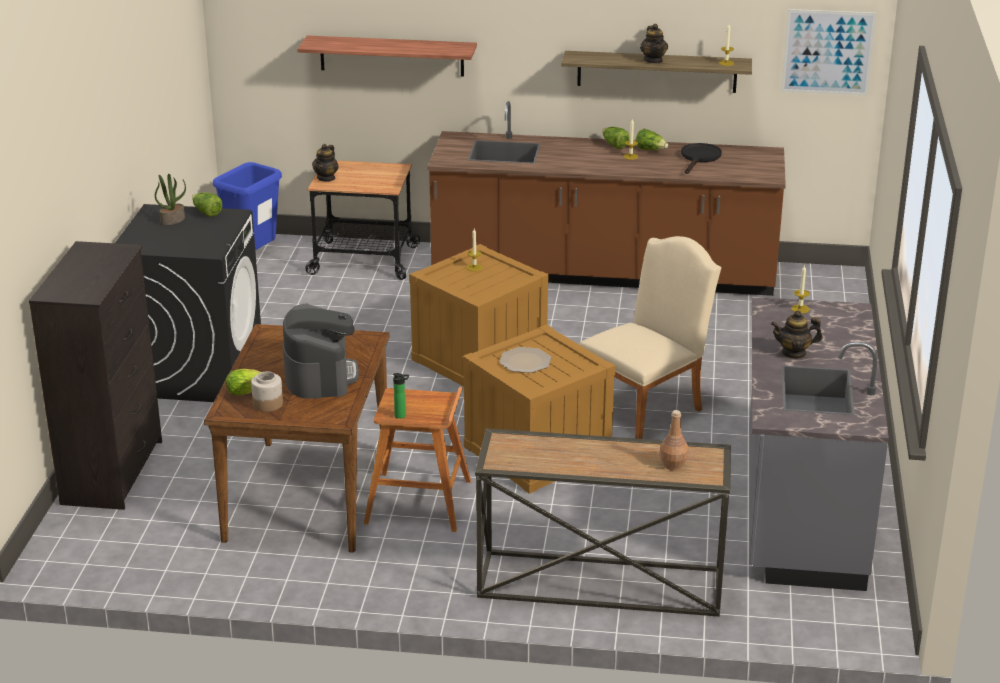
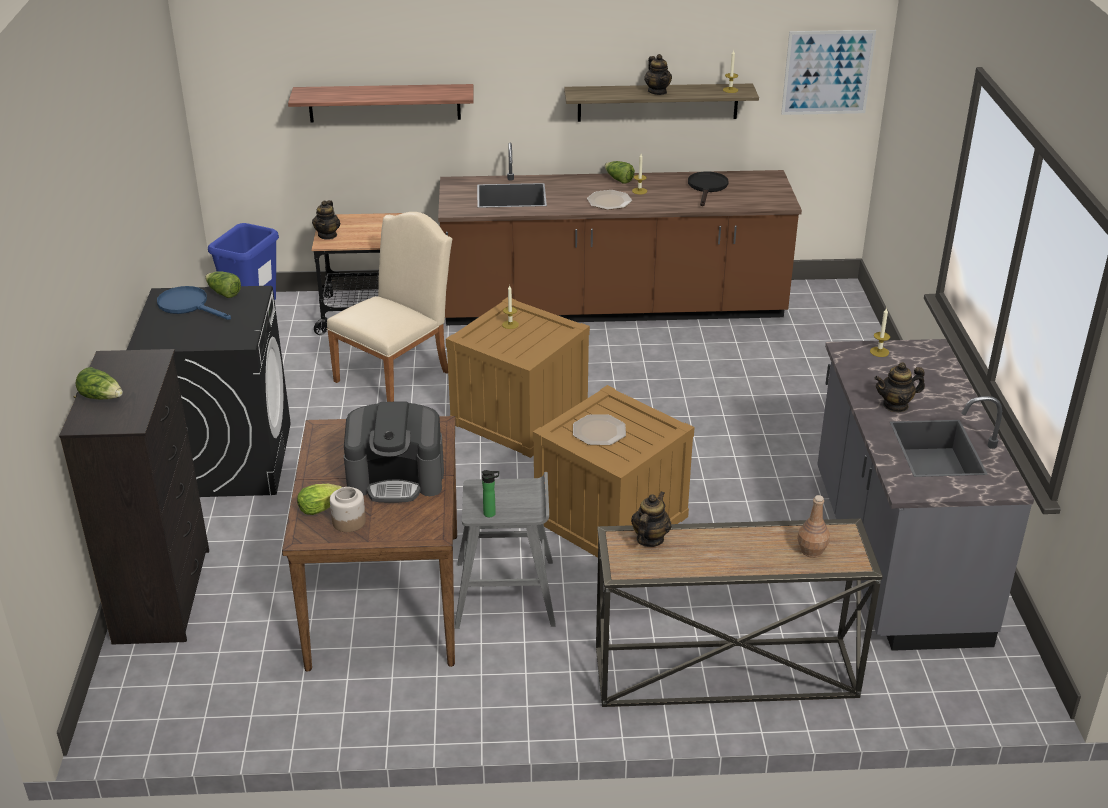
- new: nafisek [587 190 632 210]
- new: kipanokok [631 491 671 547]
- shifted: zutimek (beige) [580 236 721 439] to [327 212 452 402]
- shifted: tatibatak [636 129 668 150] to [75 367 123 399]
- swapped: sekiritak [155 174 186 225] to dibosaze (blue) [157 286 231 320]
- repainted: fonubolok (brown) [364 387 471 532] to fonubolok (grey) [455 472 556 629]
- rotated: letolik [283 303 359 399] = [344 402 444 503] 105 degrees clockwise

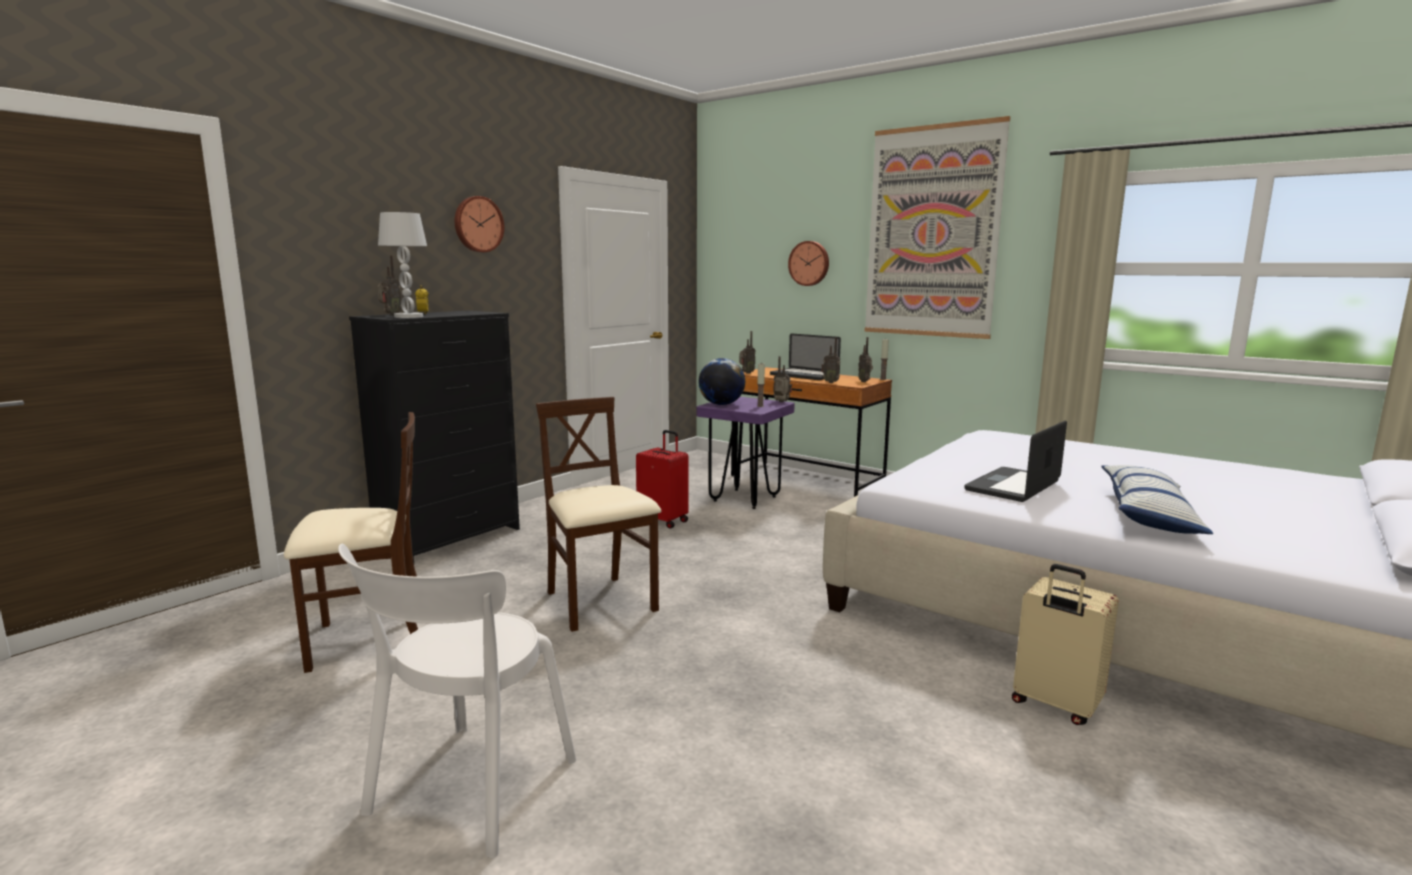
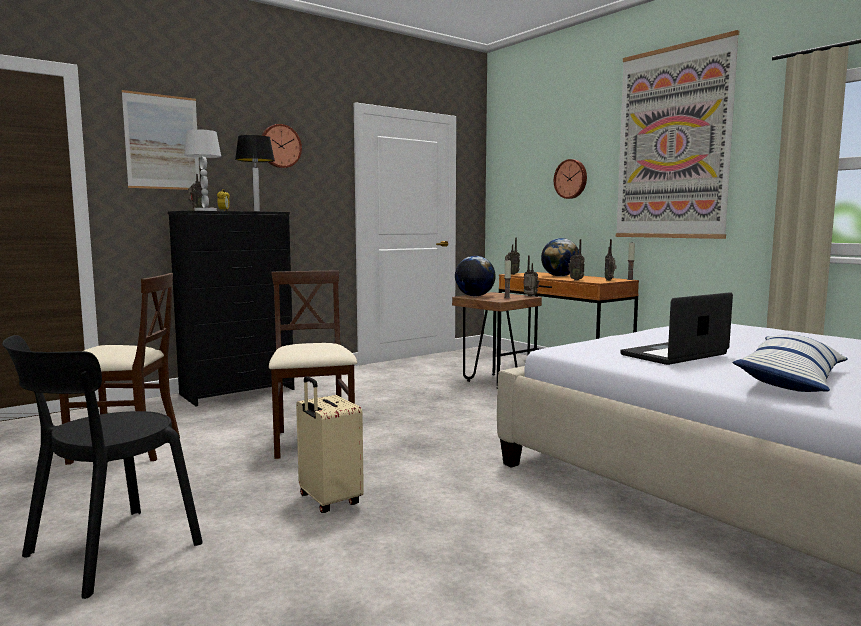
- gone: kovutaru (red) [636 430 689 529]
- new: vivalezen [122 90 200 190]
- new: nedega [235 135 275 212]
- shifted: kovutaru (beige) [1012 564 1119 725] to [296 376 364 513]
- swapped: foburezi [770 333 841 380] to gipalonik [541 238 579 277]
- repainted: zutimek (white) [338 544 576 858] to zutimek (black) [2 335 203 599]
- repainted: fonubolok (purple) [697 397 795 509] to fonubolok (brown) [452 292 542 386]

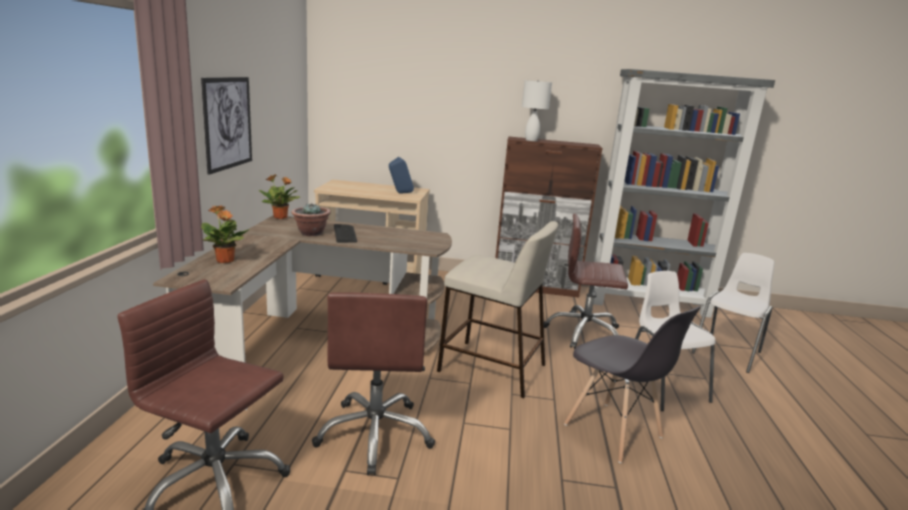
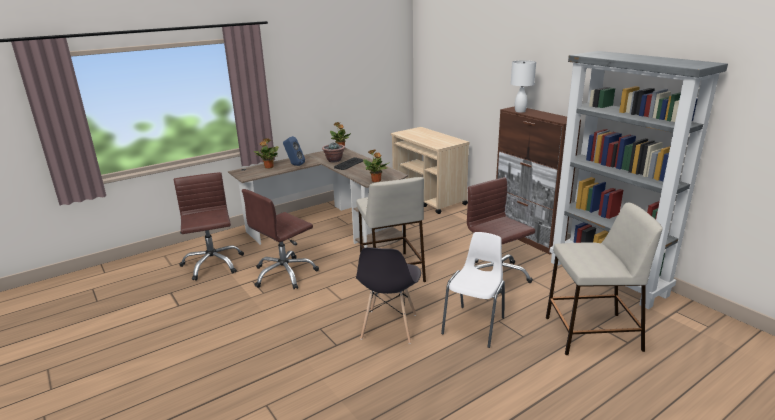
- gone: vivalezen [201 77 252 175]
- new: sekiritak [363 150 390 182]
- shifted: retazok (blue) [389 157 414 194] to [283 136 305 166]
- swapped: zutimek (white) [692 253 775 373] to fonubolok (beige) [546 203 662 355]

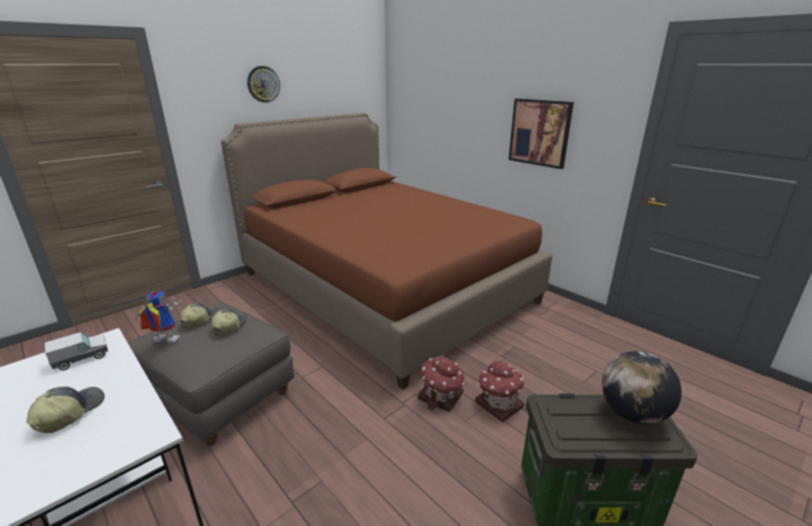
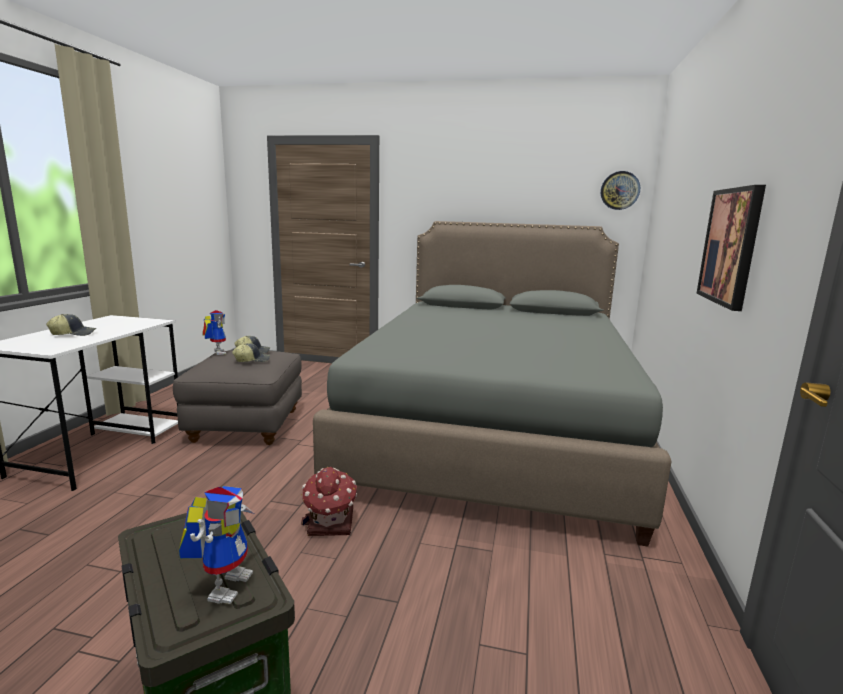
- gone: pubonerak [45 332 108 370]
- gone: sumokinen [475 361 524 422]
- shifted: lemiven [247 66 280 103] to [601 171 640 210]
- swapped: gipalonik [602 351 682 424] to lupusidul [179 486 255 604]
- repainted: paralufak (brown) [221 113 552 389] to paralufak (grey) [313 221 672 547]

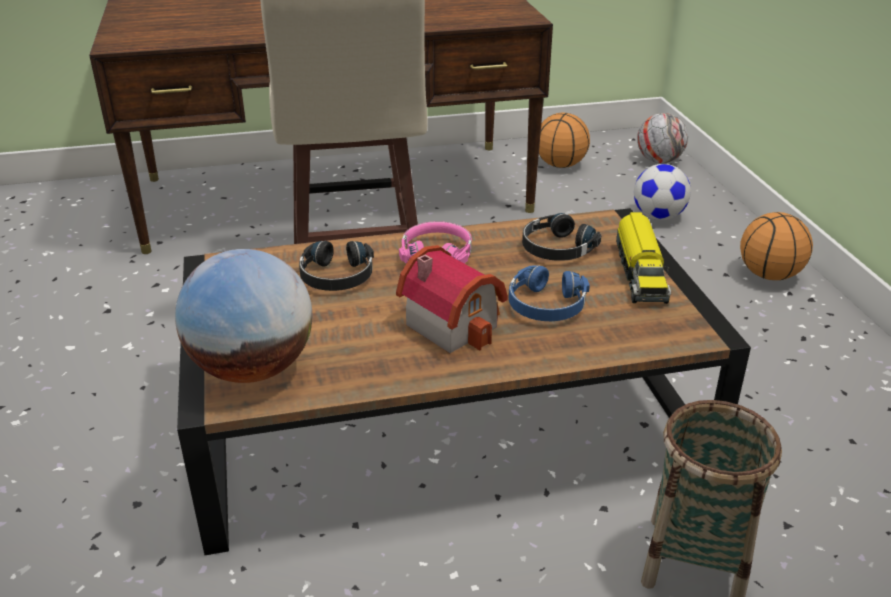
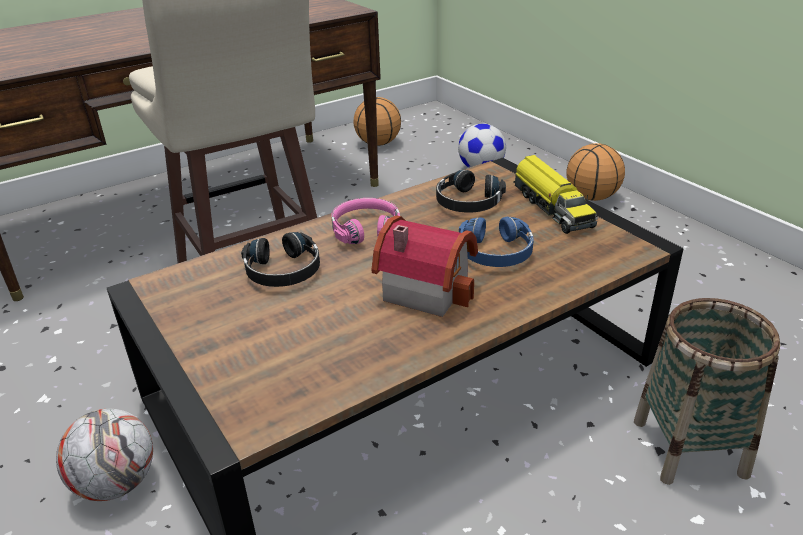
- gone: gipalonik [175 249 312 383]
- shifted: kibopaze [637 113 688 163] to [56 409 153 501]

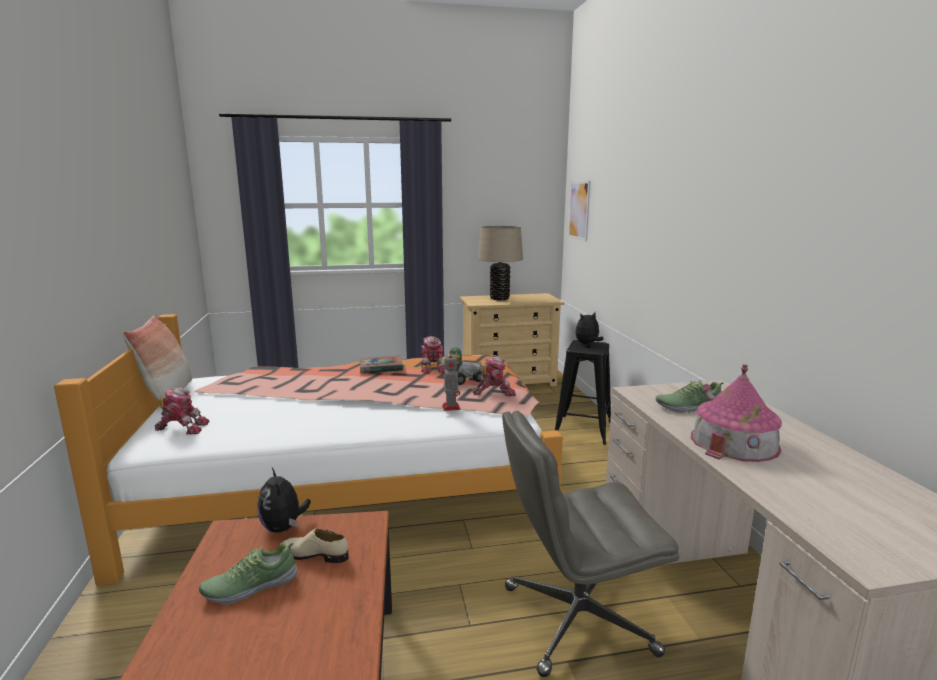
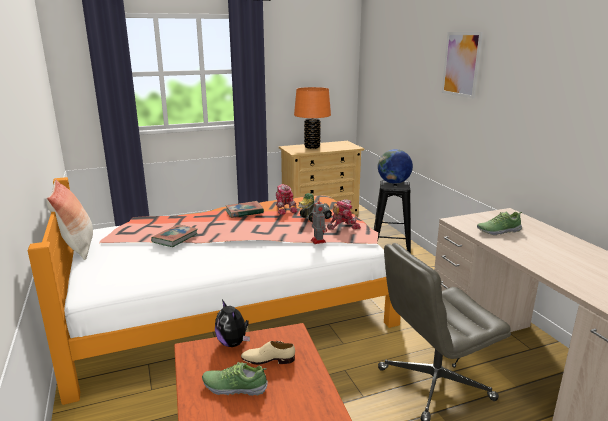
- gone: lupusidul [155 387 209 434]
- gone: sumokinen [691 364 782 462]
- new: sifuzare [151 224 198 247]
- shifted: vivalezen [568 181 591 241] to [442 32 483 99]
- swapped: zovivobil [575 312 603 344] to gipalonik [378 149 413 184]
- repainted: nedega (beige) [478 226 523 300] to nedega (orange) [294 87 331 149]
- rotated: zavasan [199 543 297 605] = [202 362 268 396] 45 degrees clockwise

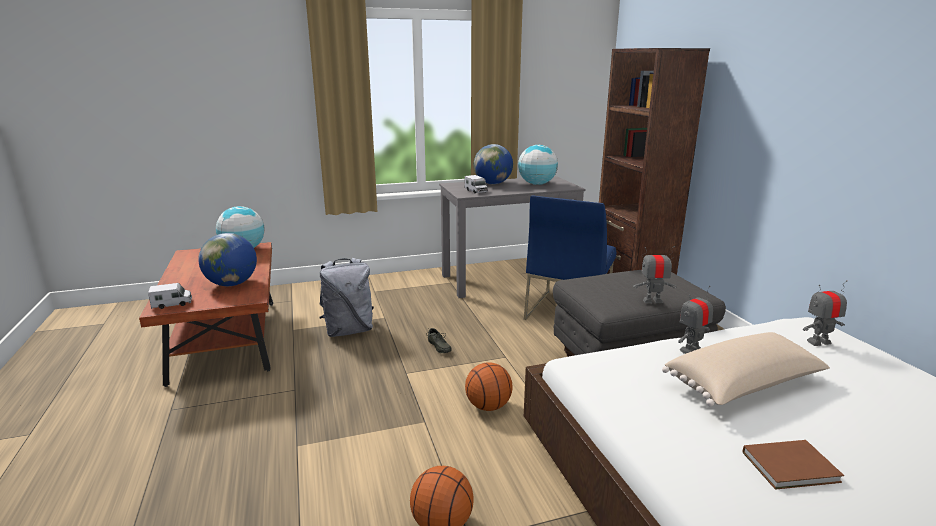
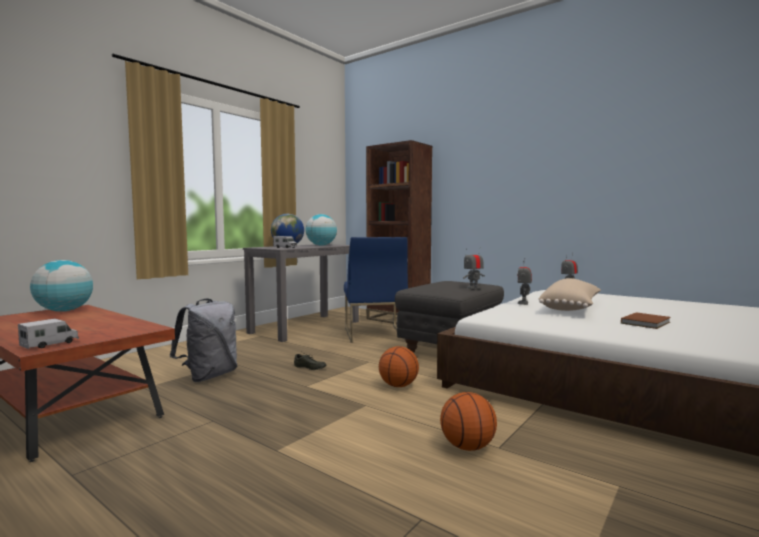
- gone: gipalonik [198 233 257 286]

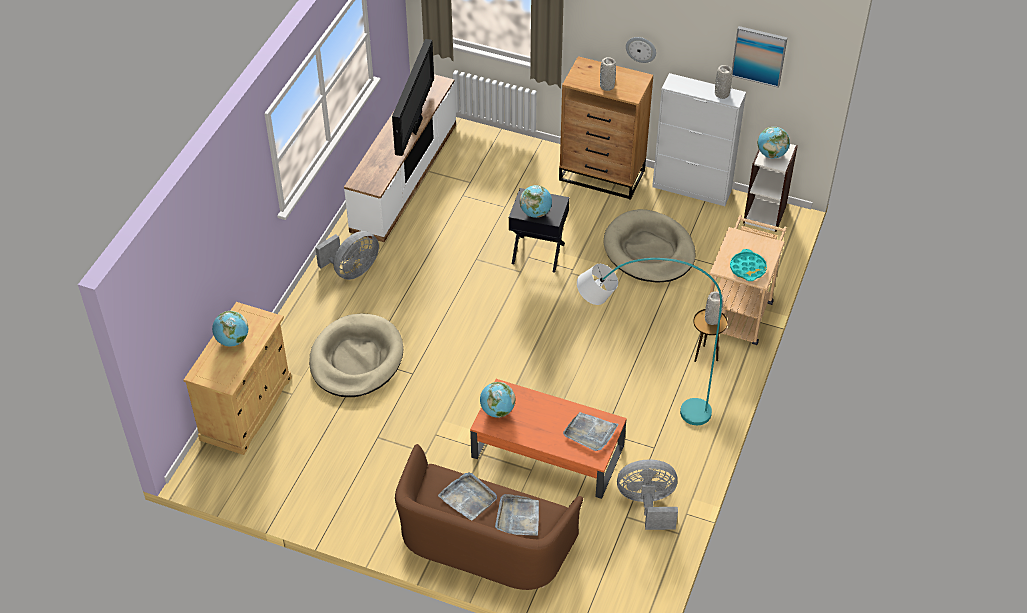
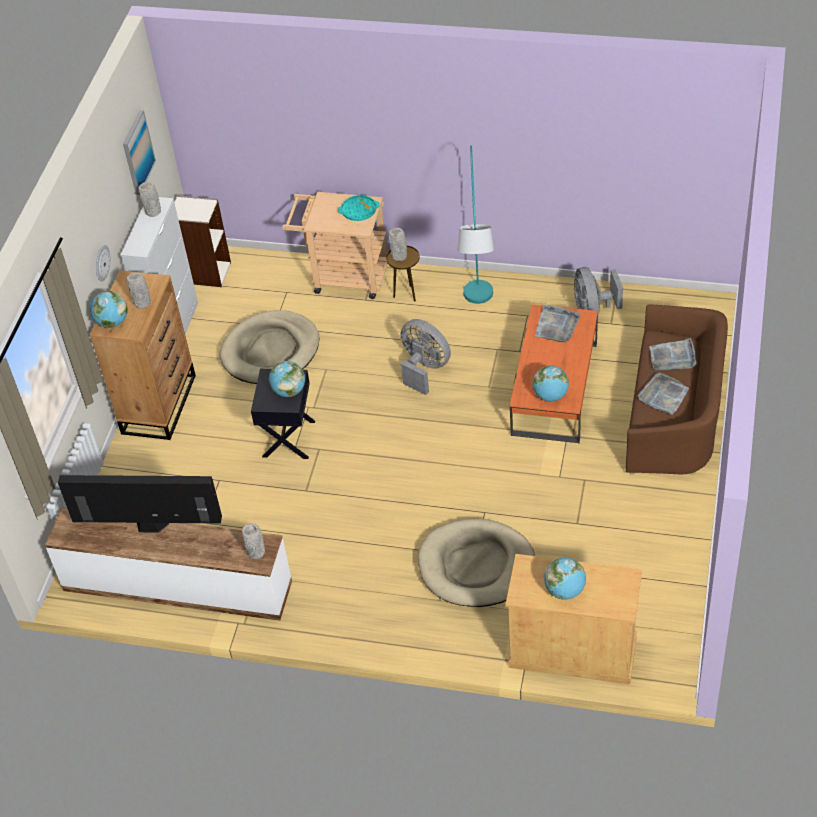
- new: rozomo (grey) [242 523 265 559]
- shifted: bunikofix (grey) [315 231 379 280] to [401 319 451 395]
- shifted: gipalonik [758 127 790 158] to [90 291 128 328]

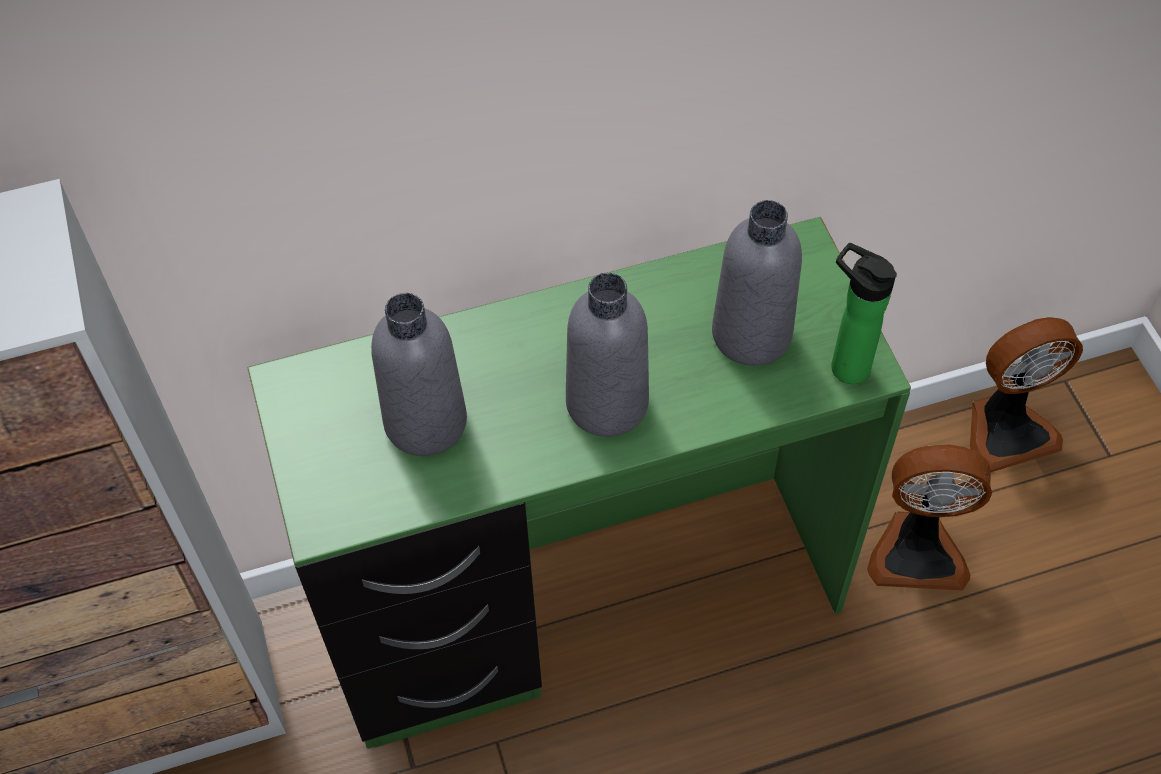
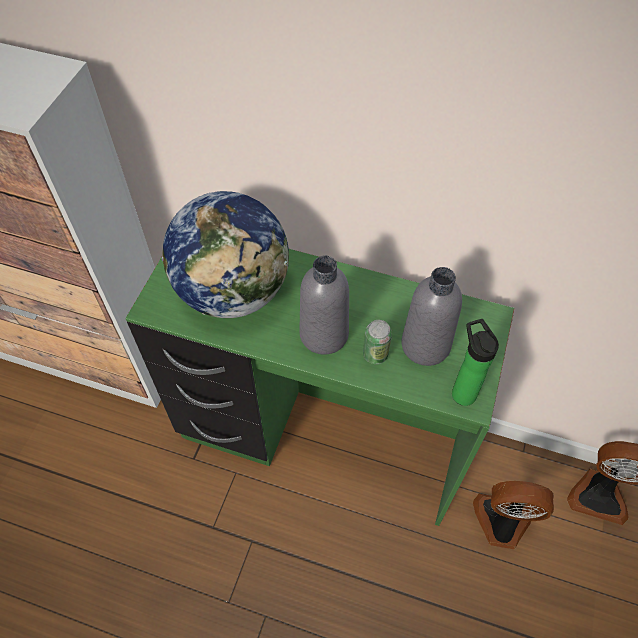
- new: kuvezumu [363 320 392 364]
- swapped: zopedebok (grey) [371 293 467 456] to gipalonik [161 191 289 318]
- rotated: bunikofix [867 445 992 591] = [473 481 554 549] 150 degrees clockwise

